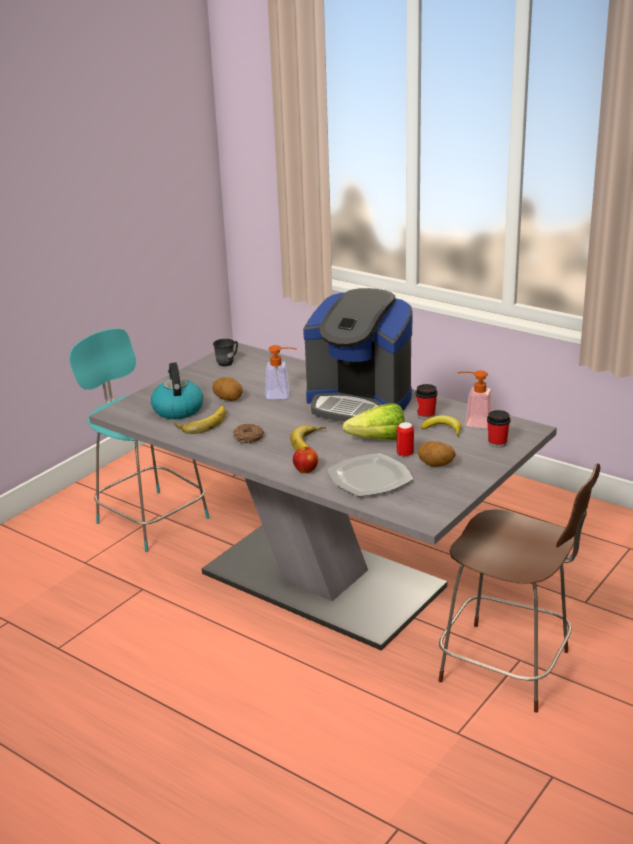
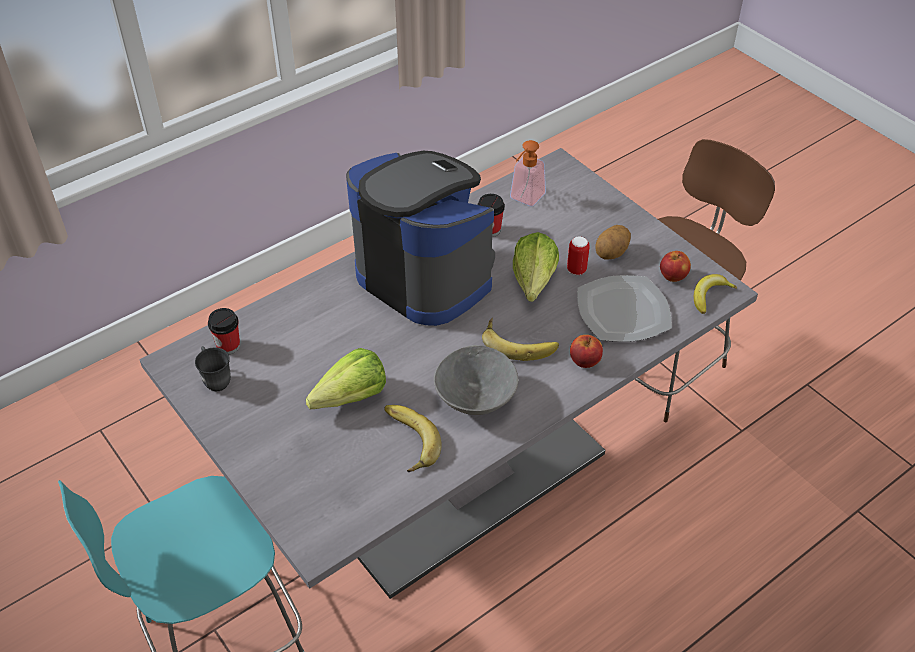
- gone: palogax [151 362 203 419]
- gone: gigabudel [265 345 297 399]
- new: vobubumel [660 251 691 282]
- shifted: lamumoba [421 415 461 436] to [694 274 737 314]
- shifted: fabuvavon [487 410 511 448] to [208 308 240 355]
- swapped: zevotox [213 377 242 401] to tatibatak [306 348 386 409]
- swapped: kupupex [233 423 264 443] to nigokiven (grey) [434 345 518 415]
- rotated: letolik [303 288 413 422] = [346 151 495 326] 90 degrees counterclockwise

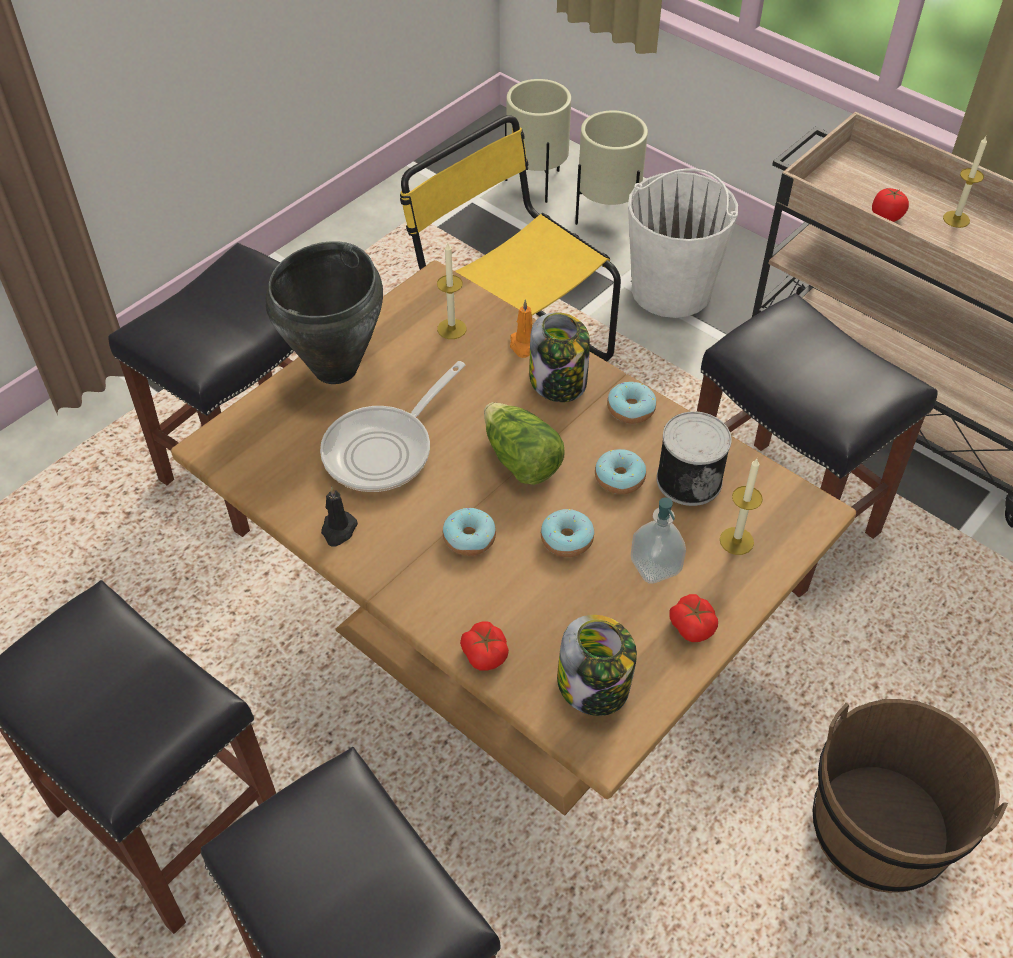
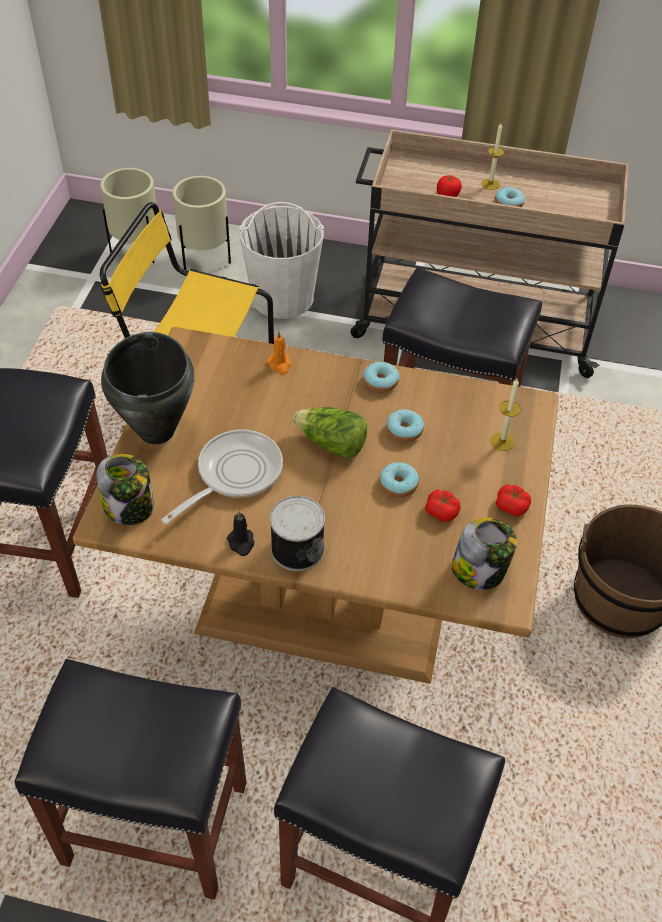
- gone: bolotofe [437 243 466 339]
- gone: gigabudel [631 497 686 584]
- shifted: kupupex [443 508 496 556] to [495 187 525 207]
- shifted: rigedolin [460 621 509 671] to [425 489 460 522]
- shifted: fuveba [529 312 590 402] to [96 454 154 525]
- shifted: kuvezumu [656 412 732 506] to [270 496 325 571]
- rotated: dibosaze [320 361 465 492] = [161 430 283 524] 150 degrees counterclockwise

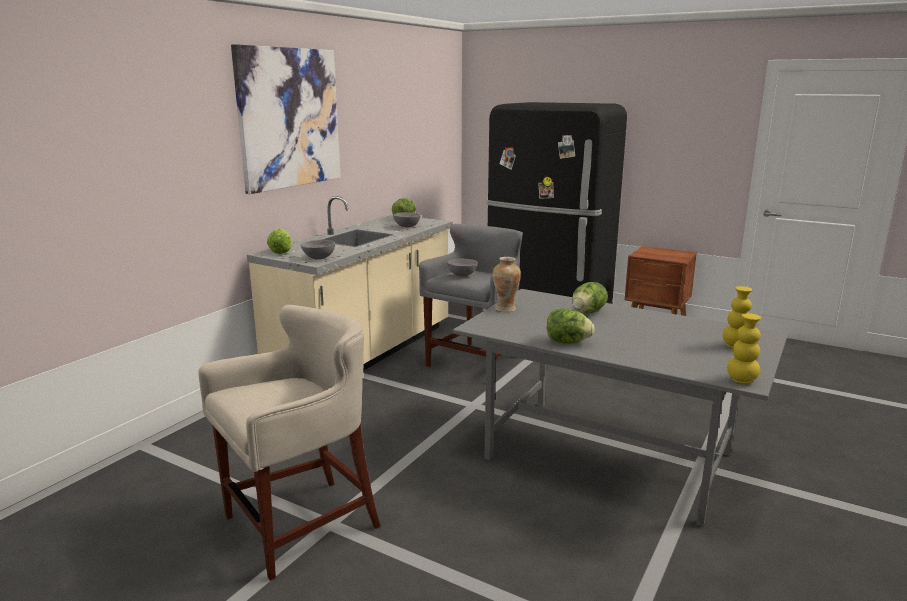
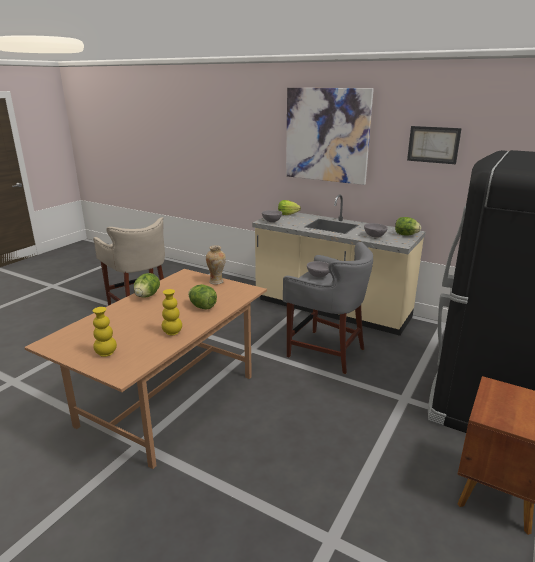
- new: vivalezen [407 126 462 164]
- shifted: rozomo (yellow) [727 313 761 384] to [162 289 182 335]
- repainted: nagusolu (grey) [453 289 788 527] to nagusolu (brown) [24 269 267 469]

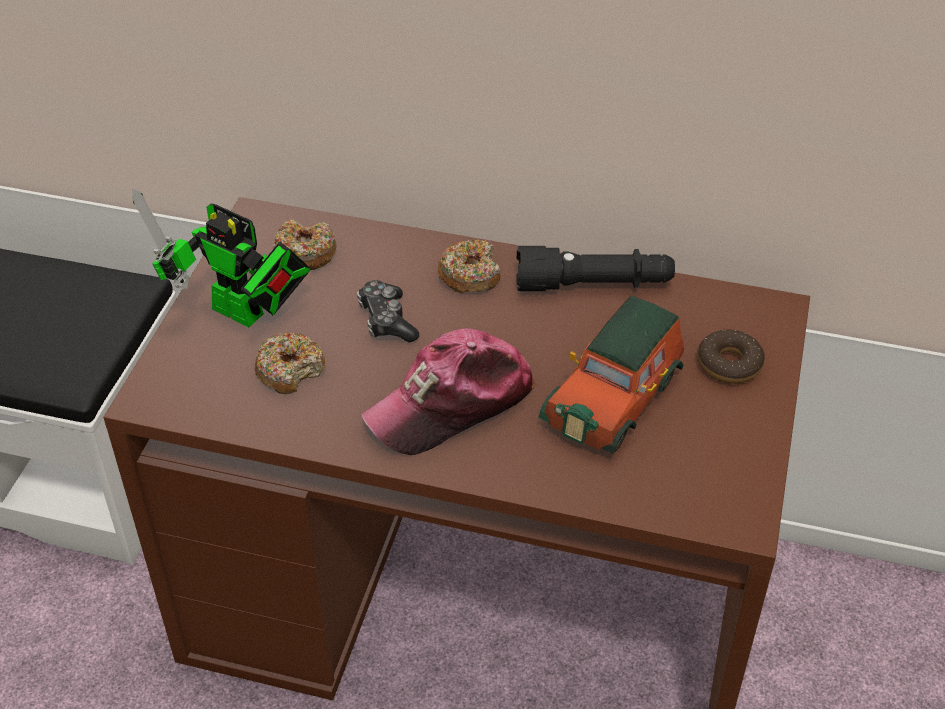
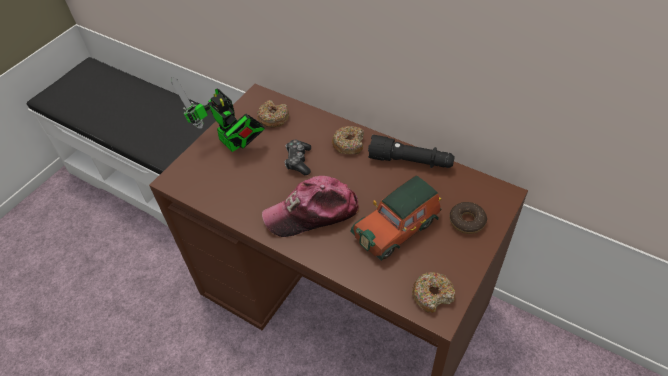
- shifted: kupupex [254 333 325 394] to [412 272 455 313]

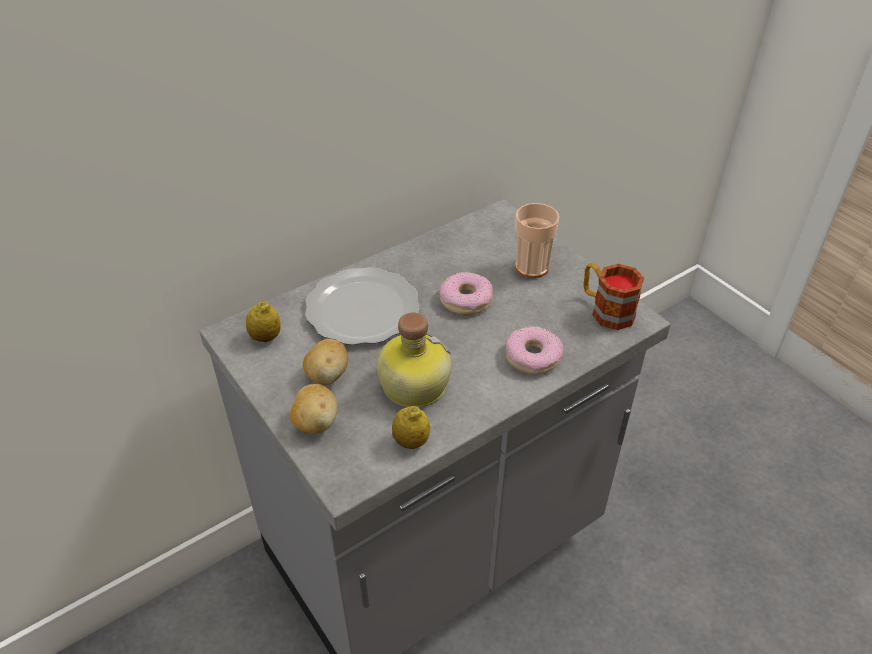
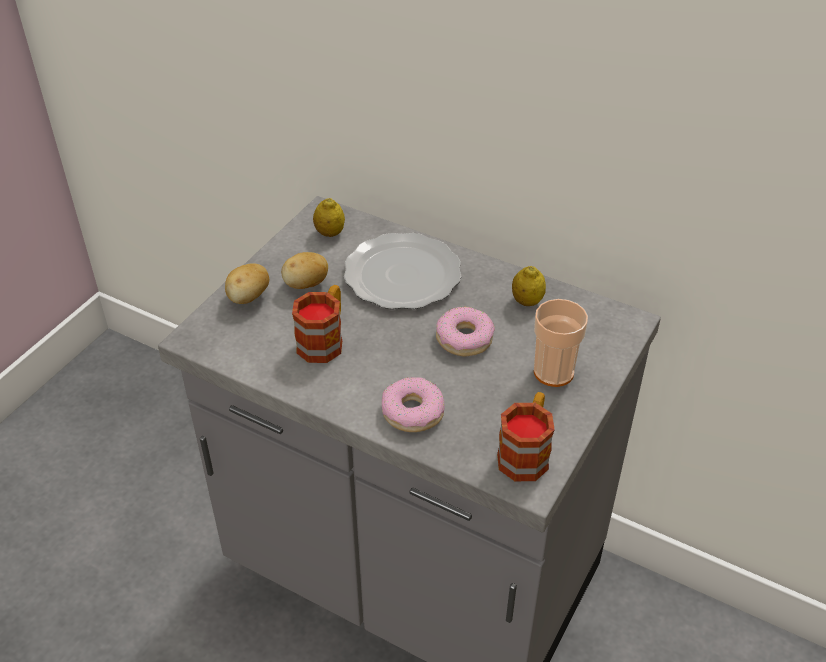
- shifted: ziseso [392 406 430 449] to [512 266 546 306]
- swapped: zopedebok [377 312 452 408] to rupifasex [292 285 342 363]

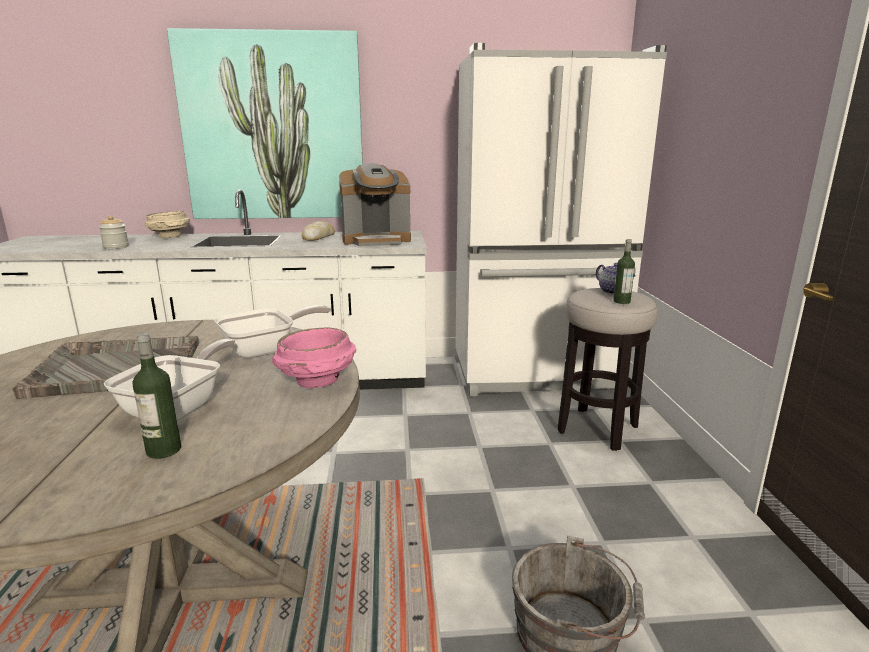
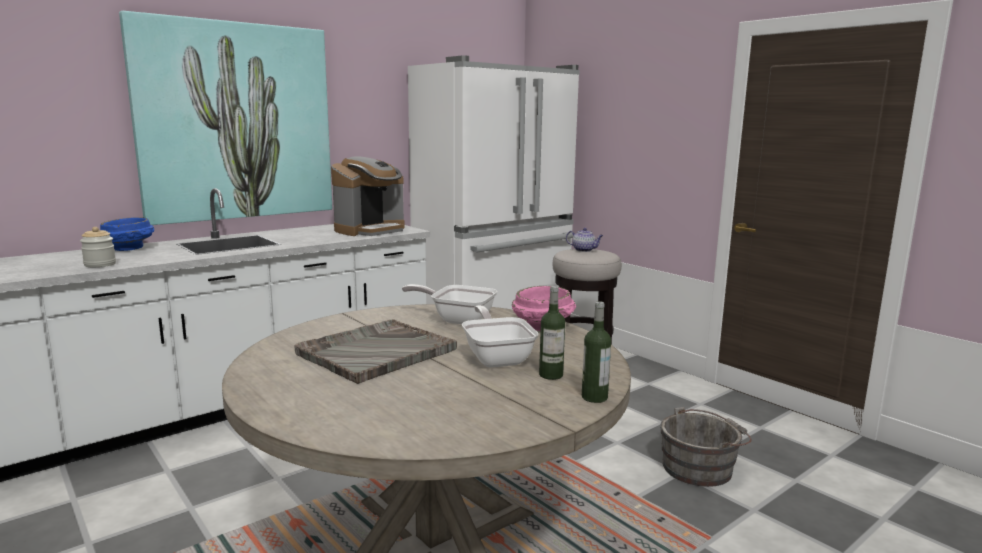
- gone: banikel [302 221 335 241]
- shifted: zopedebok [613 239 635 304] to [582 301 611 403]
- repainted: nigokiven (beige) [144 211 190 238] to nigokiven (blue) [100 217 154 251]
- rotated: dibosaze [214 305 330 359] = [402 284 497 324] 90 degrees counterclockwise

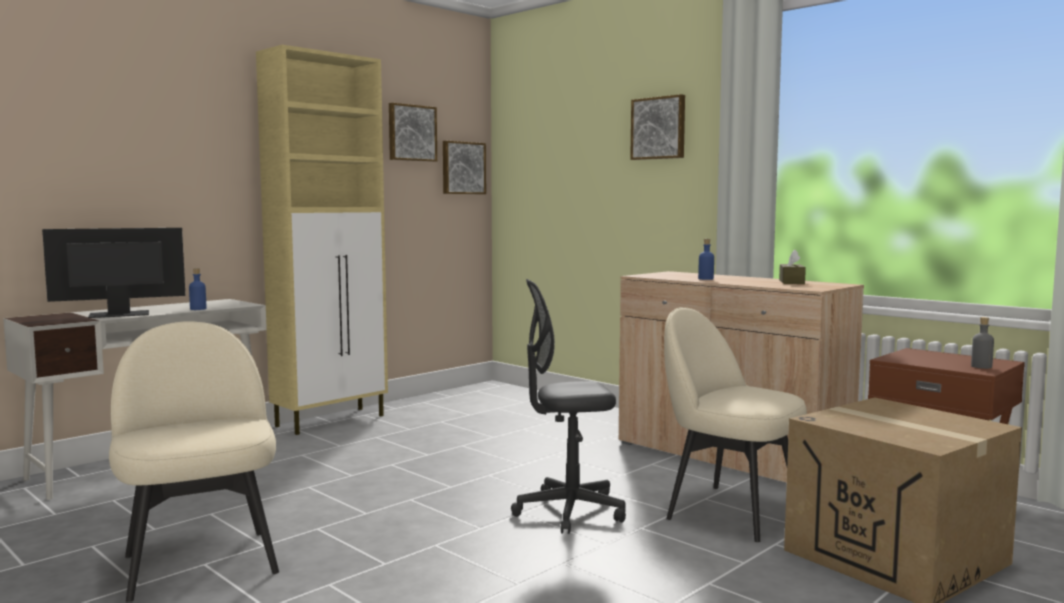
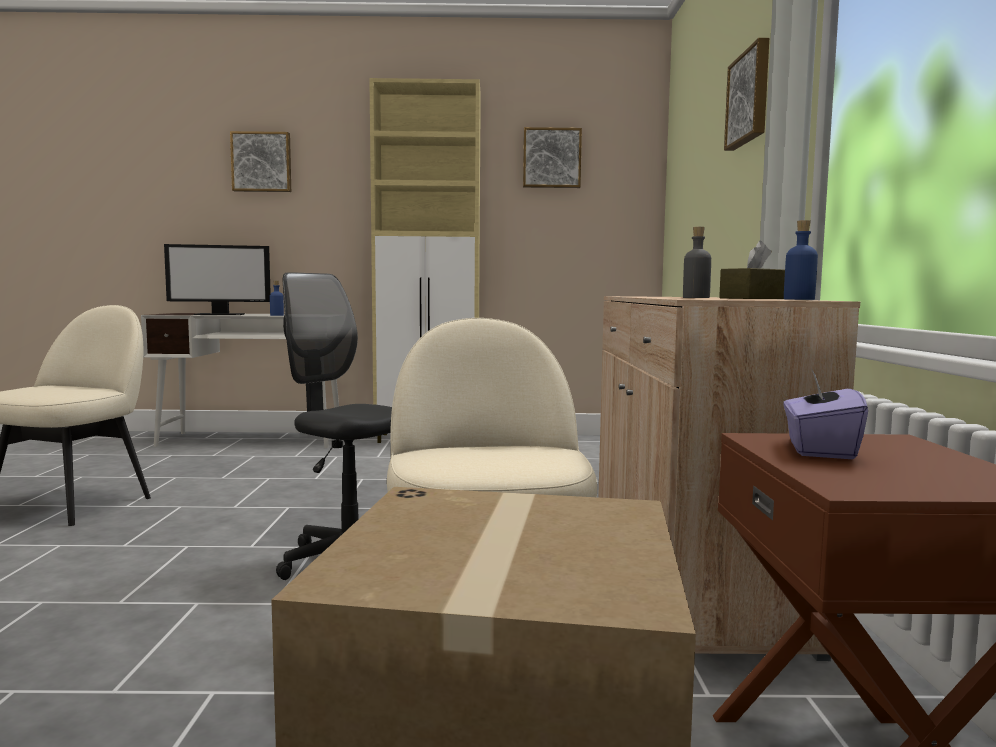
- new: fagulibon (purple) [783 371 868 459]
- shifted: vivalezen [443 141 486 194] to [230 131 291 192]
- shifted: zopedebok (blue) [698 239 714 280] to [784 220 818 300]
- shifted: zopedebok (grey) [971 317 994 369] to [683 227 711 298]
- rotated: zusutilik [42 228 186 318] = [164 244 271 315] 150 degrees clockwise

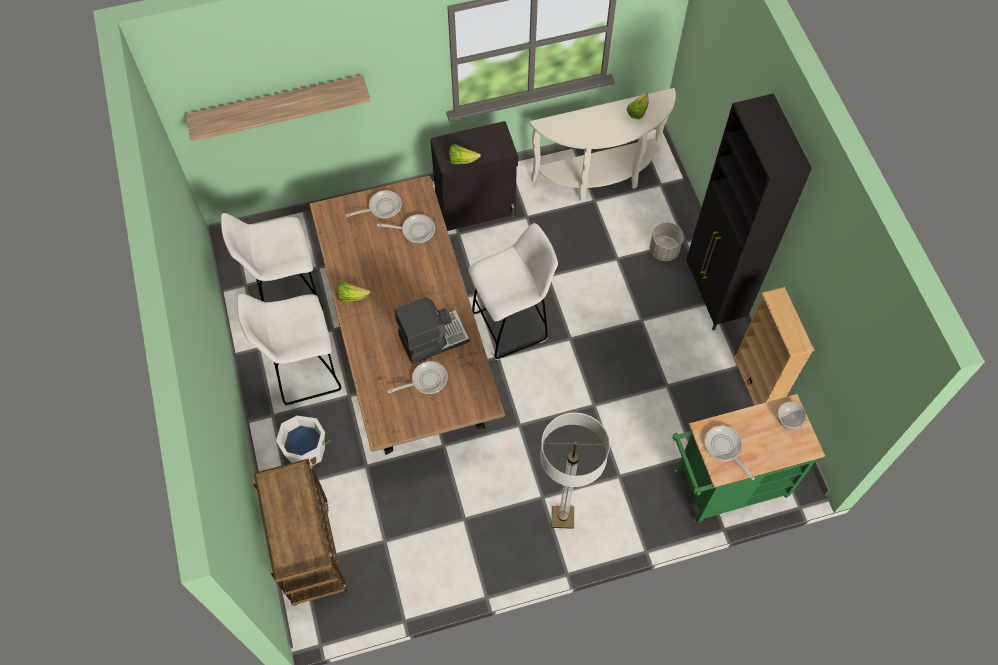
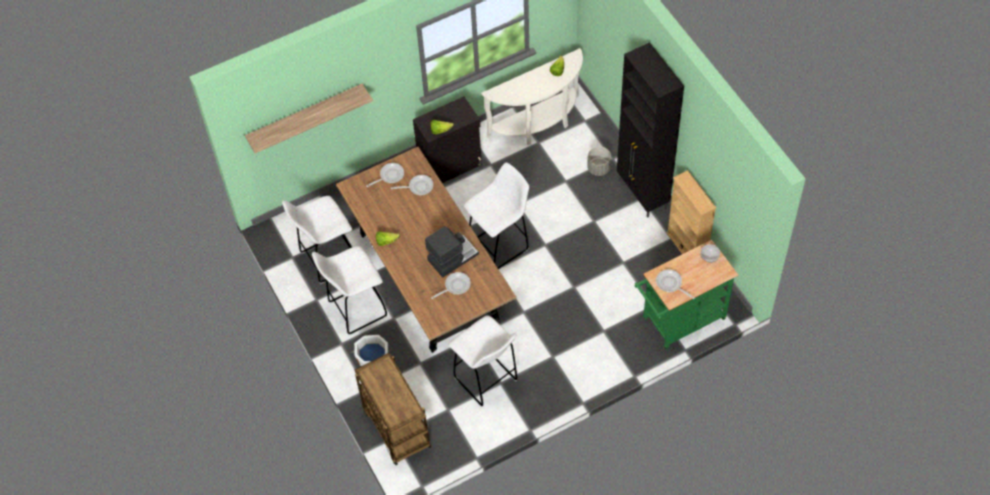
- gone: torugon [540 412 610 529]
- new: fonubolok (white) [448 315 518 407]

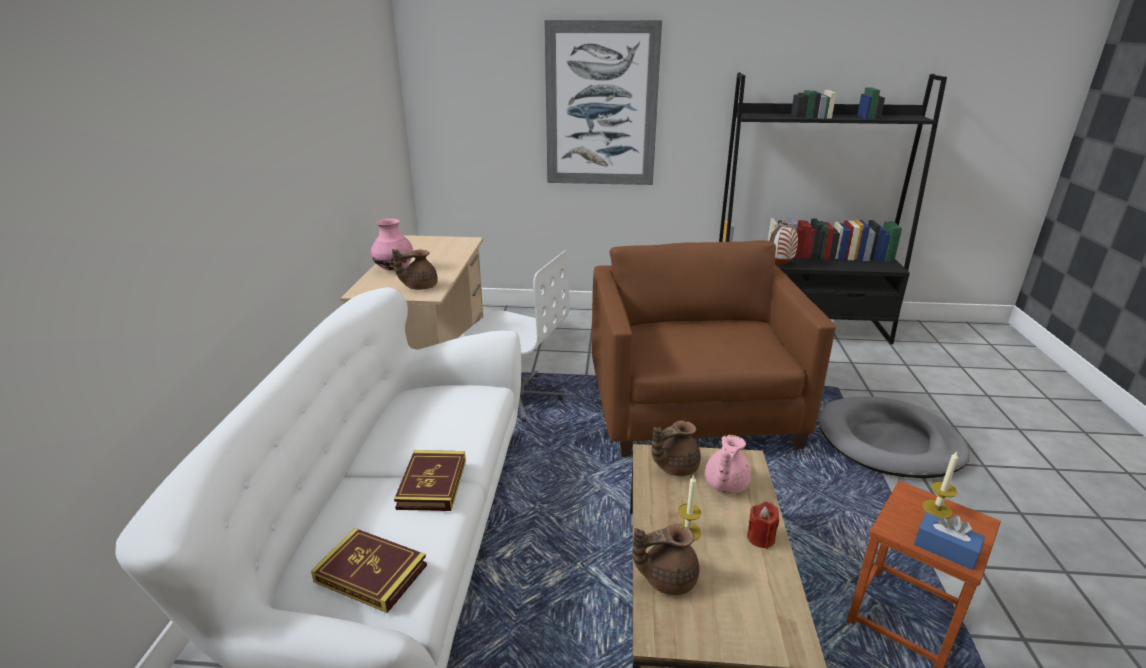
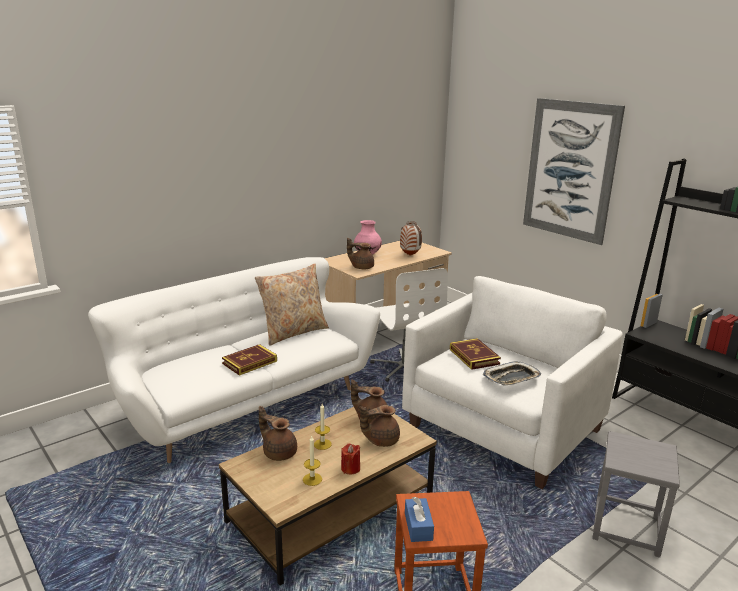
- new: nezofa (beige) [255 263 329 346]
- new: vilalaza [483 361 541 386]
- shifted: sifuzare [311 528 427 613] to [450 338 501 370]
- shifted: rozomo [769 221 798 265] to [400 221 422 256]
- shifted: bolotofe [922 452 958 519] to [303 436 322 486]
- swapped: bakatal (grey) [819 396 970 478] to fonubolok (grey) [592 431 680 558]
- repainted: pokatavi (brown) [592 240 836 457] to pokatavi (white) [402 276 623 489]
- repainted: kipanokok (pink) [705 435 751 493] to kipanokok (brown) [360 405 400 447]

